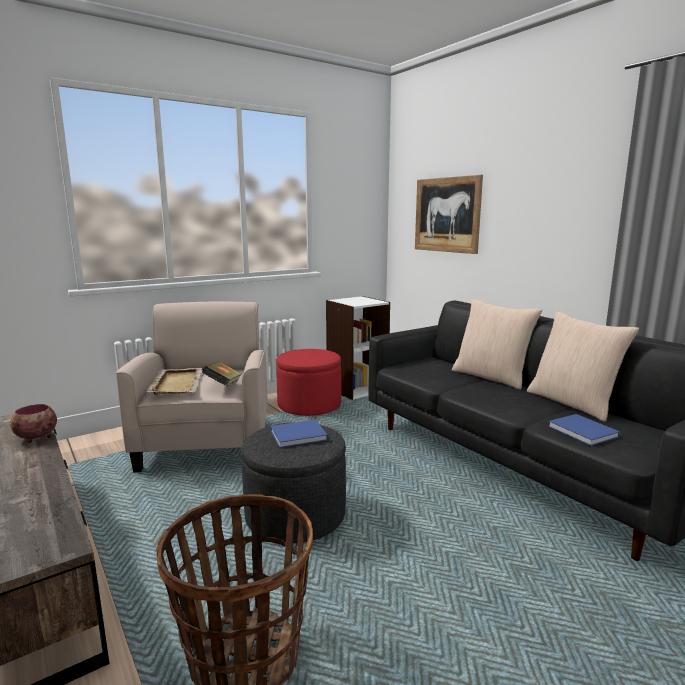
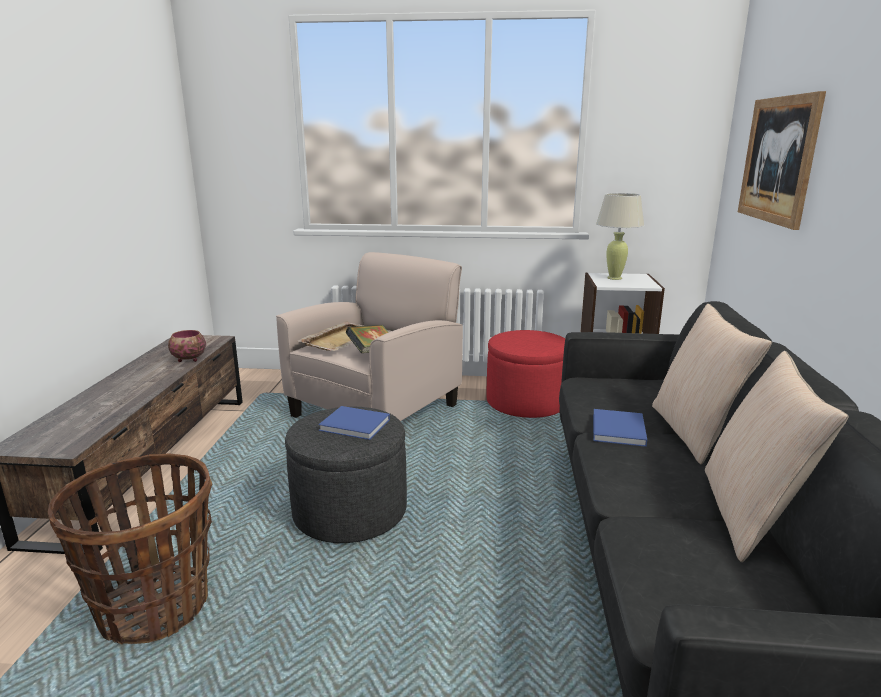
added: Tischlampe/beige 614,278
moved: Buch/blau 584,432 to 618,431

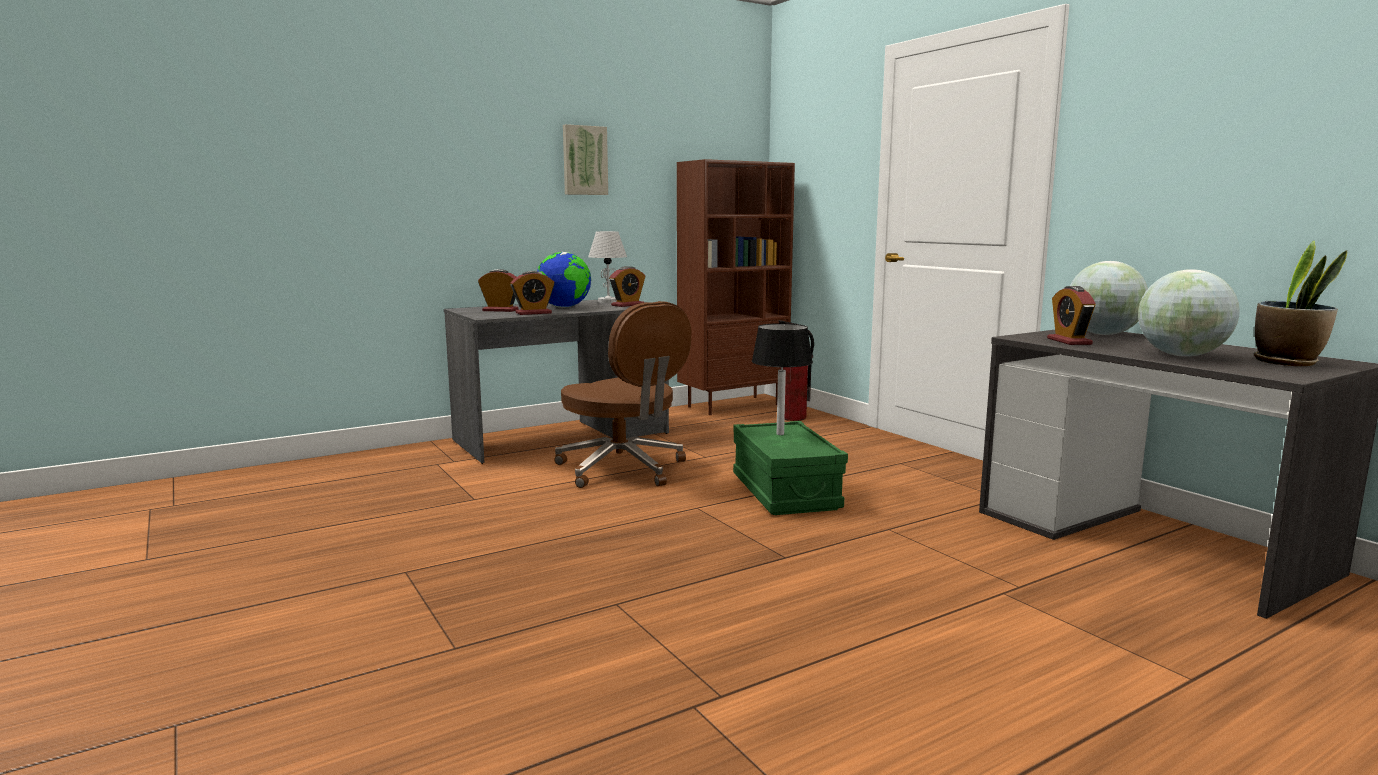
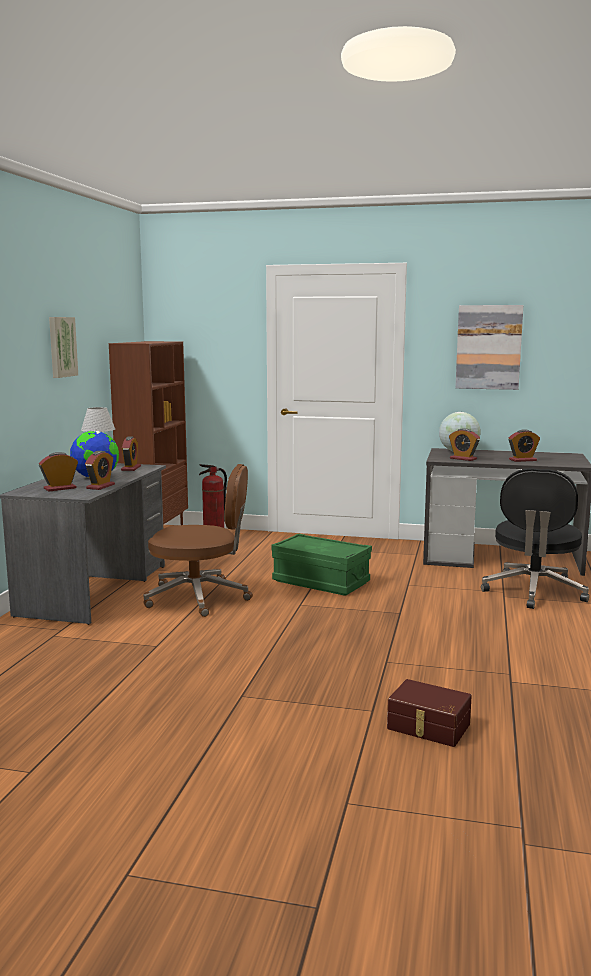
removed: Tischlampe/schwarz 780,434; Topfpflanze 1287,362
added: Aufbewahrungsbox/braun 428,727; Bild 488,347; Bürostuhl/schwarz 533,592
replaced: Globus 1181,355 to Wecker 522,460

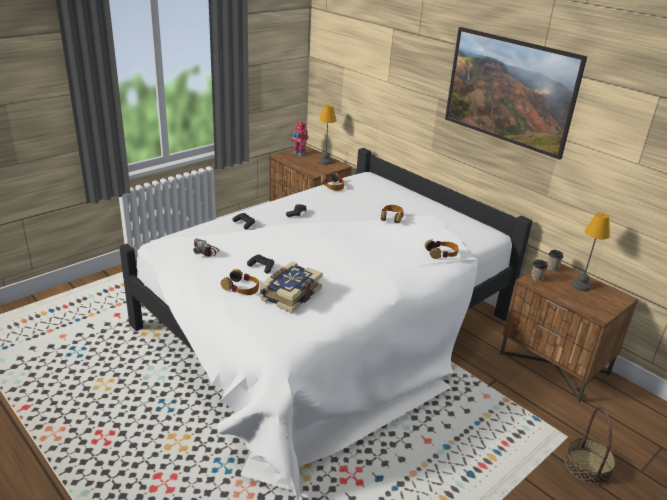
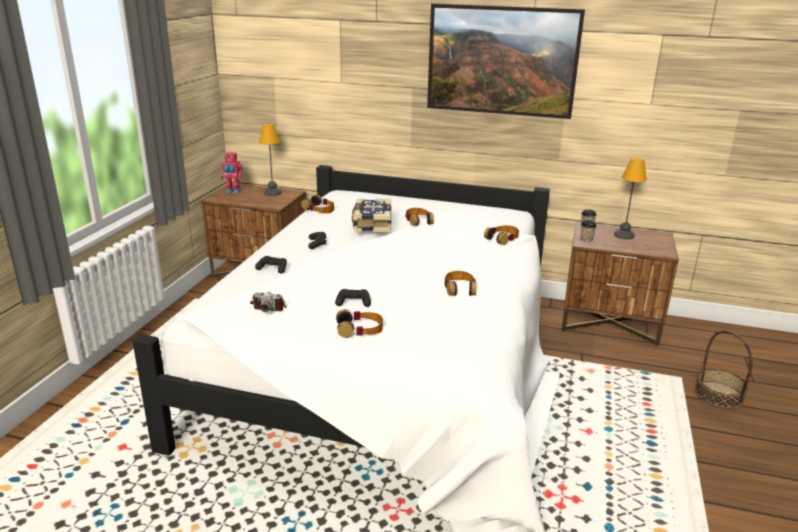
added: Kopfhörer 460,288
moved: Buch 290,294 to 371,224

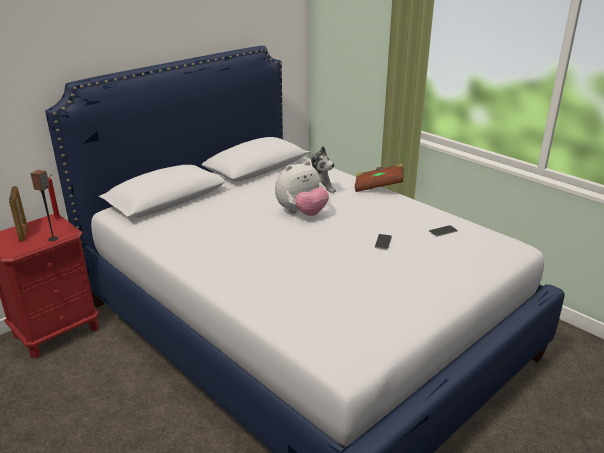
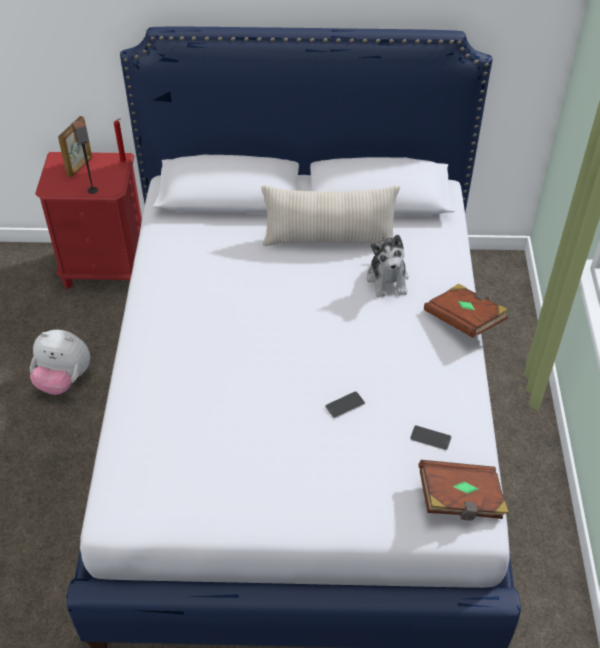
added: Kissen/beige 329,239; Buch/braun 460,500
moved: Plüschtier 301,213 to 64,380

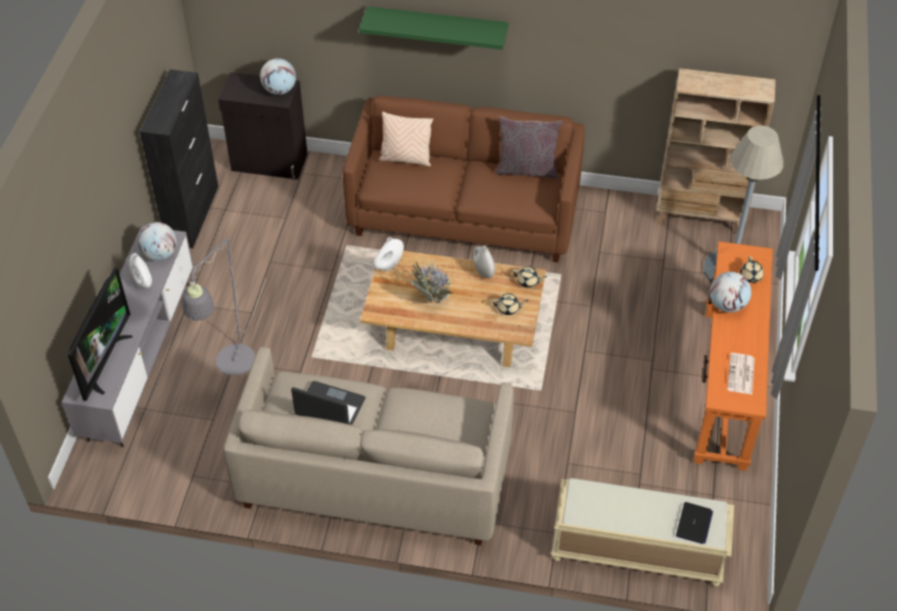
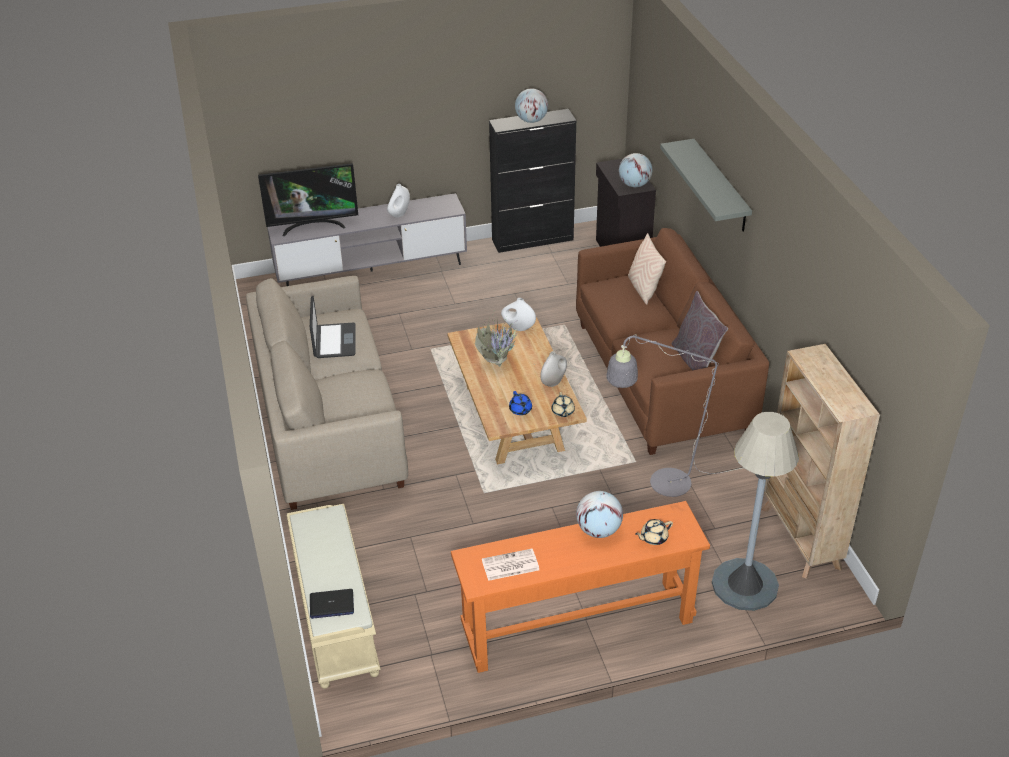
moved: Globus 160,254 to 531,120; Stehlampe/grau 232,368 to 660,484
recoloured: Wandregal/grün 437,26 to Wandregal/grau 720,186; Teekanne/beige 508,308 to Teekanne/blau 520,410

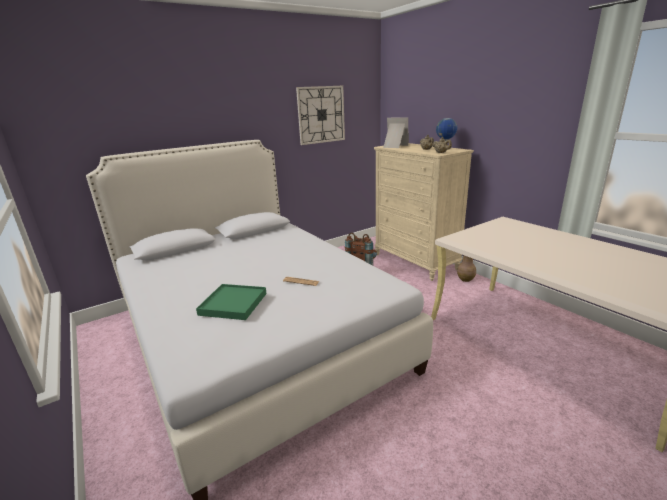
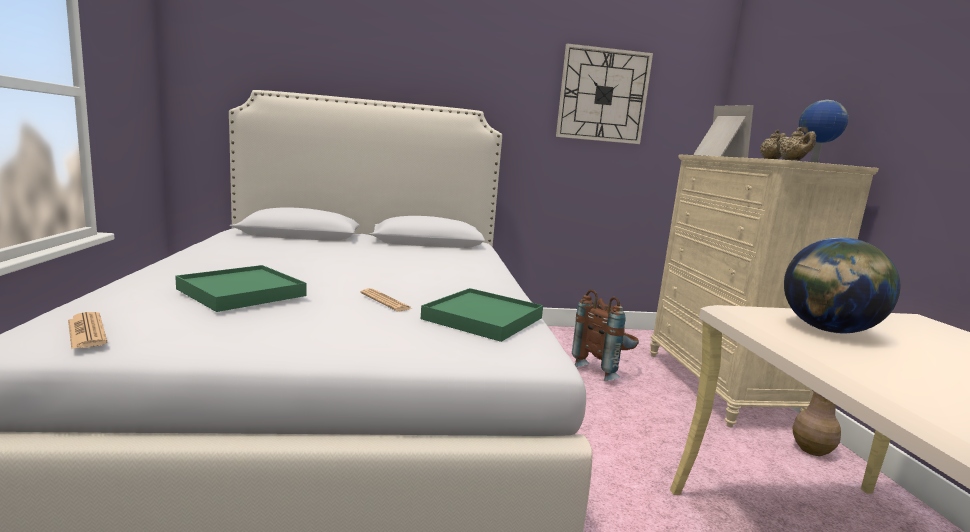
added: Zeitung 86,331; Tablett/grün 483,318; Globus 828,330

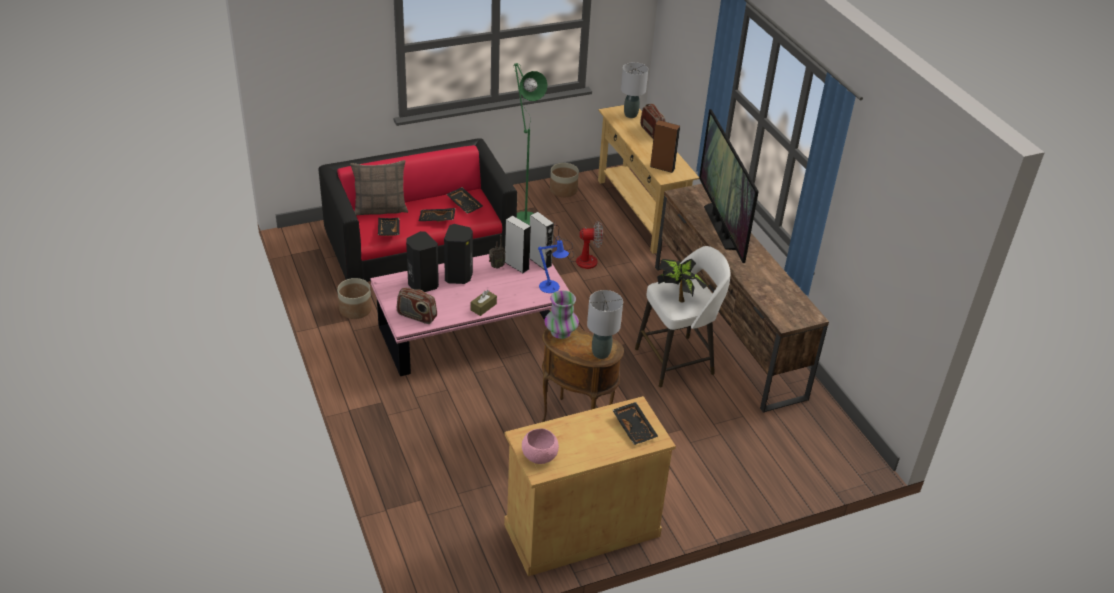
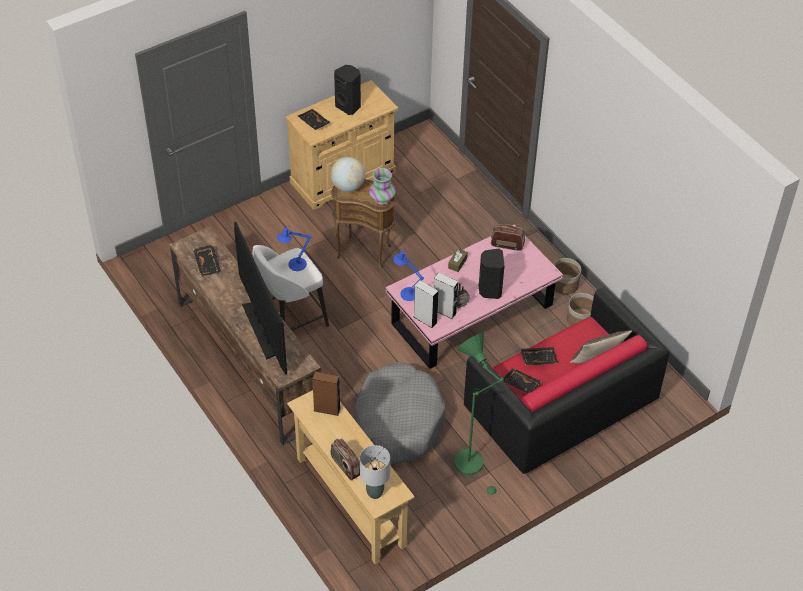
removed: Schüssel/rosa 539,456
moved: Tablett/schwarz 388,230 to 208,263; Lautsprecher/schwarz 422,284 to 348,106; Pflanzkübel 563,190 to 564,284
replaced: Ventilator 581,258 to Hundebett/grau 398,421; Tischlampe/grau 600,353 to Globus 348,186; Topfpflanze 678,296 to Tischlampe/blau 294,265

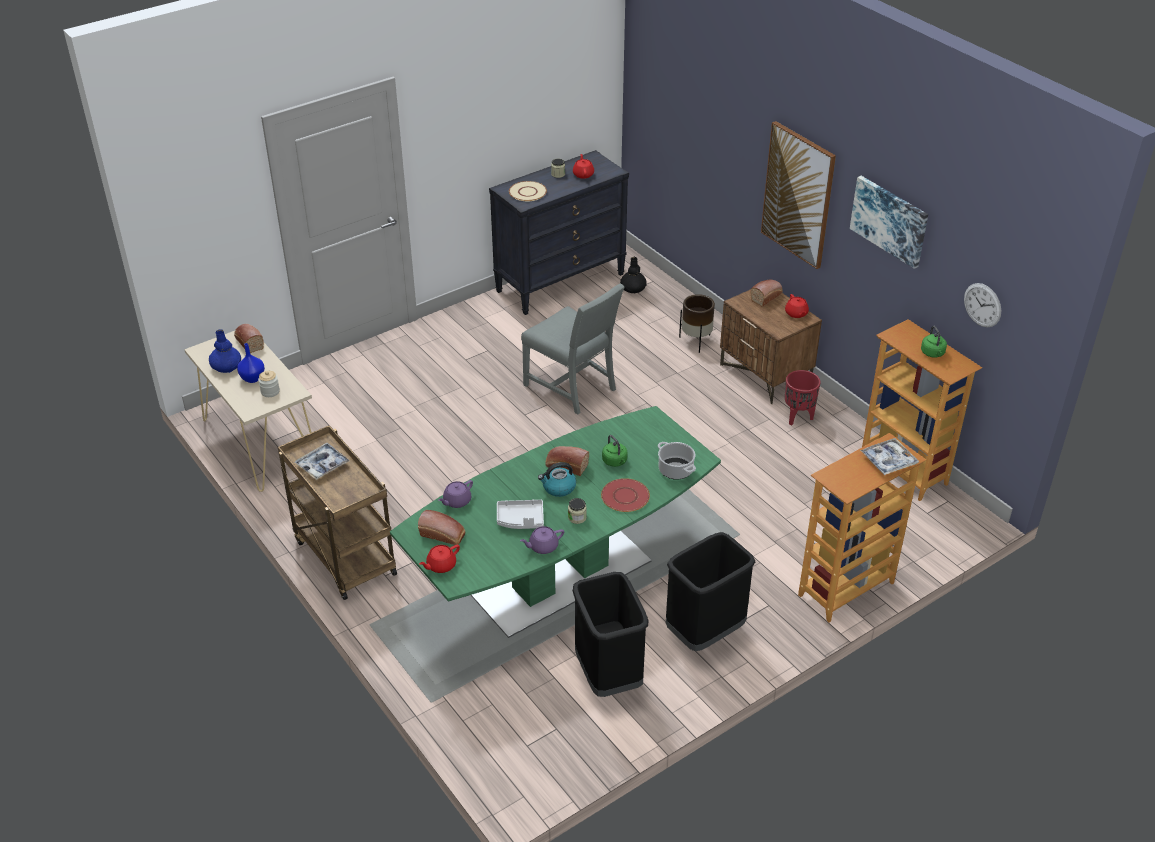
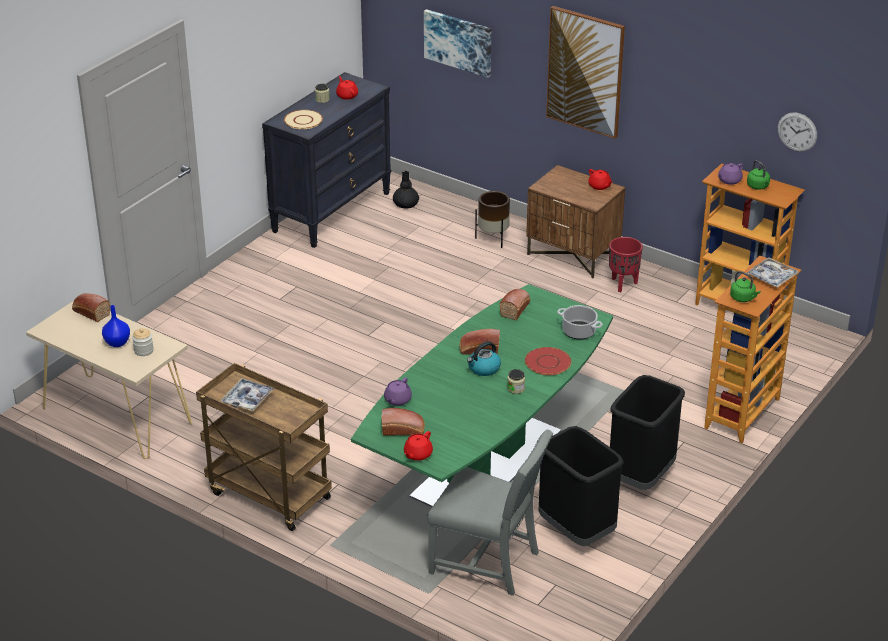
removed: Vase/blau 226,366; Tablett/grau 520,520
moved: Teekanne/lila 543,546 to 729,180; Stuhl/grau 573,387 to 488,562; Wasserkessel/grün 615,462 to 743,298; Brot 767,297 to 515,309; Bild 890,220 to 458,42

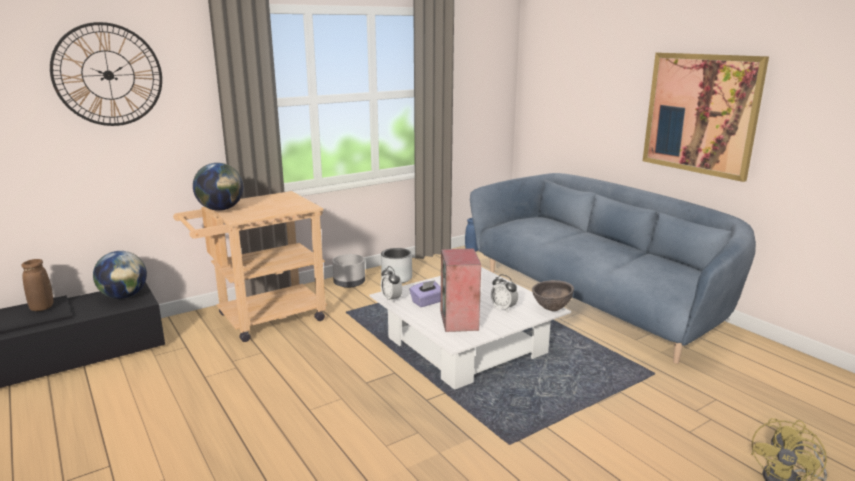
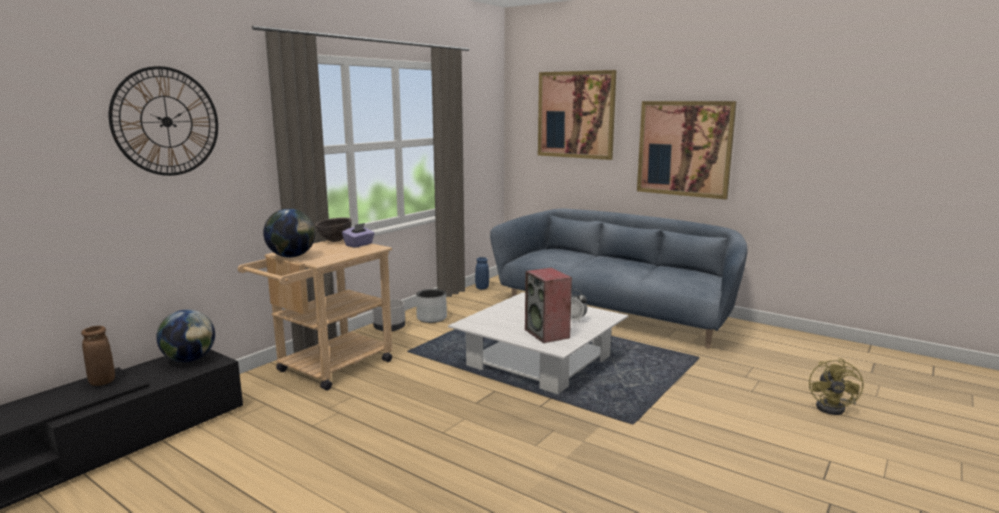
removed: Wecker 391,299
added: Bild 576,115
moved: Taschentuchbox/lila 427,302 to 359,245; Schüssel/braun 551,309 to 334,241

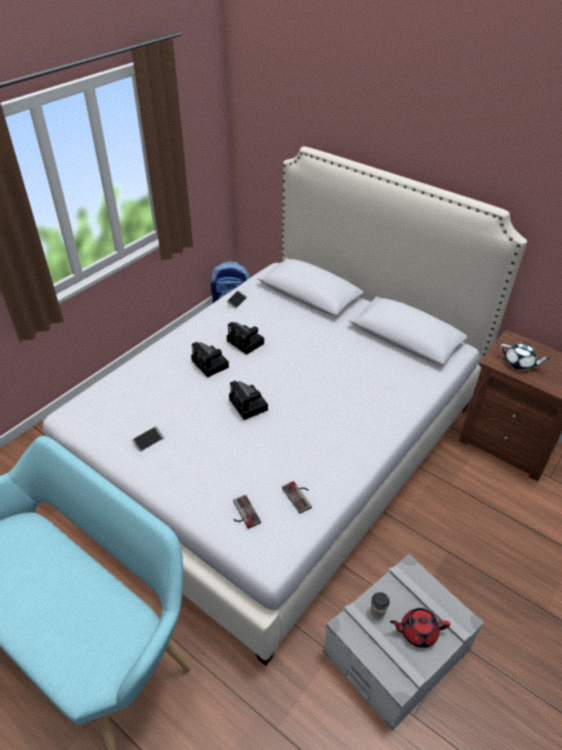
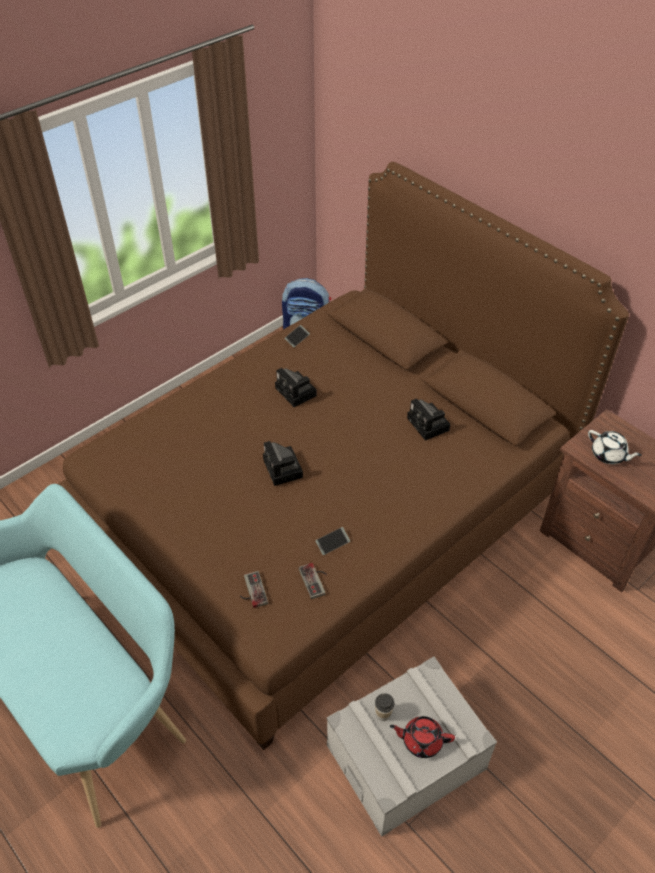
moved: Handy 148,441 to 332,543; Kamera 211,365 to 429,425
recoloured: Bett/weiß 279,447 to Bett/braun 327,513

